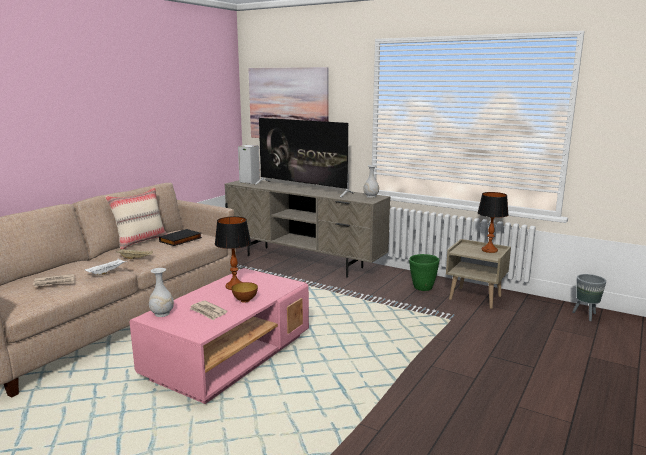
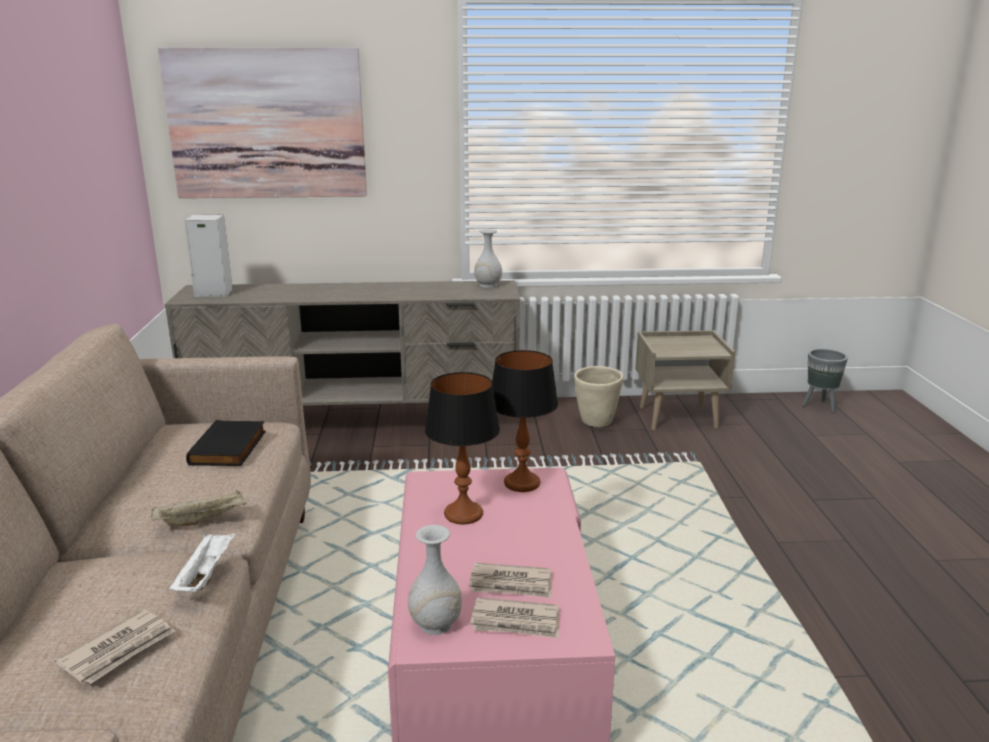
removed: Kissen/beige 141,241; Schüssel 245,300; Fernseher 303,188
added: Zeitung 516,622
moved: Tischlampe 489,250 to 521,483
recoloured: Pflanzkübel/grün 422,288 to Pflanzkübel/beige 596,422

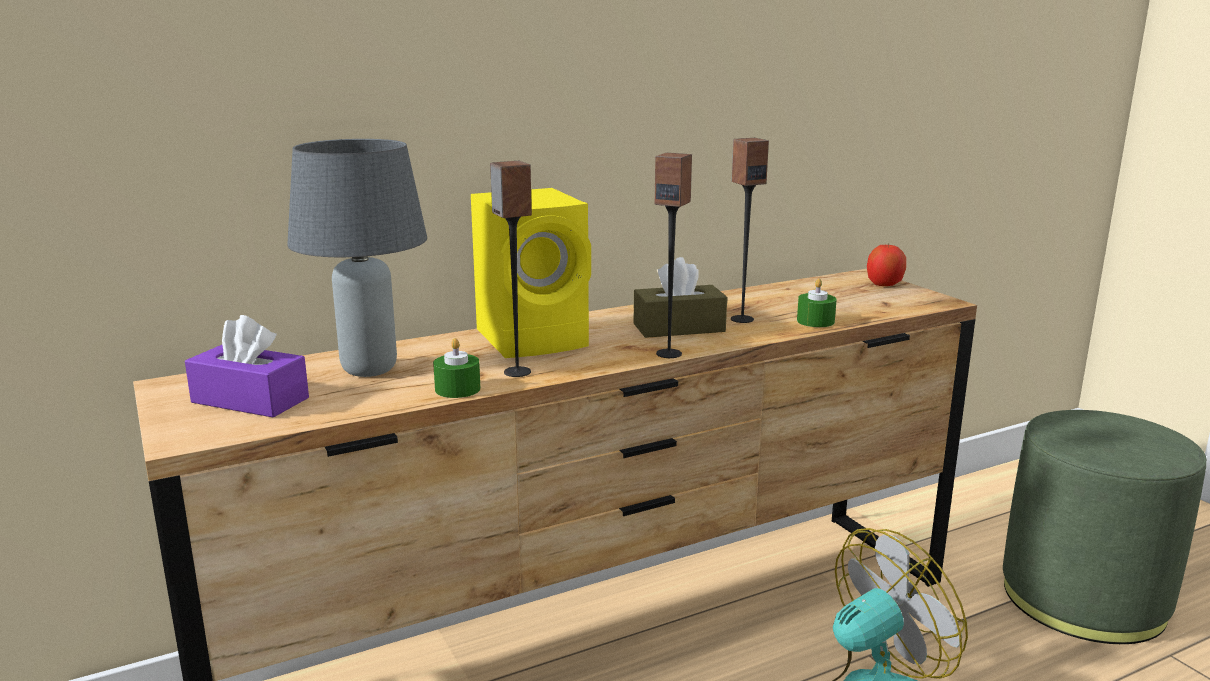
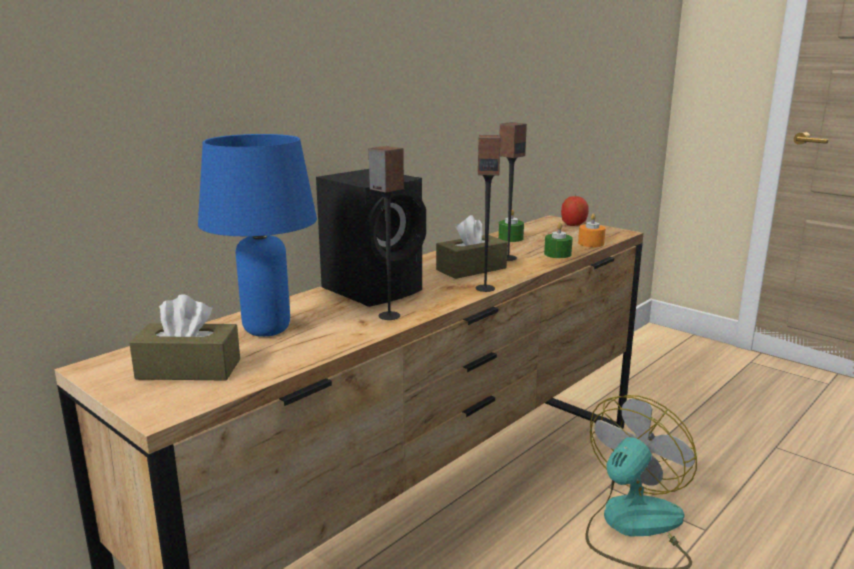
removed: Polsterhocker/grün 1083,597
added: Kerze/orange 591,243
moved: Kerze/grün 457,389 to 510,238
recoloured: Taschentuchbox/lila 250,400 to Taschentuchbox/braun 189,369; Tischlampe/grau 369,370 to Tischlampe/blau 267,330; Lautsprecher/gelb 536,338 to Lautsprecher/schwarz 375,289

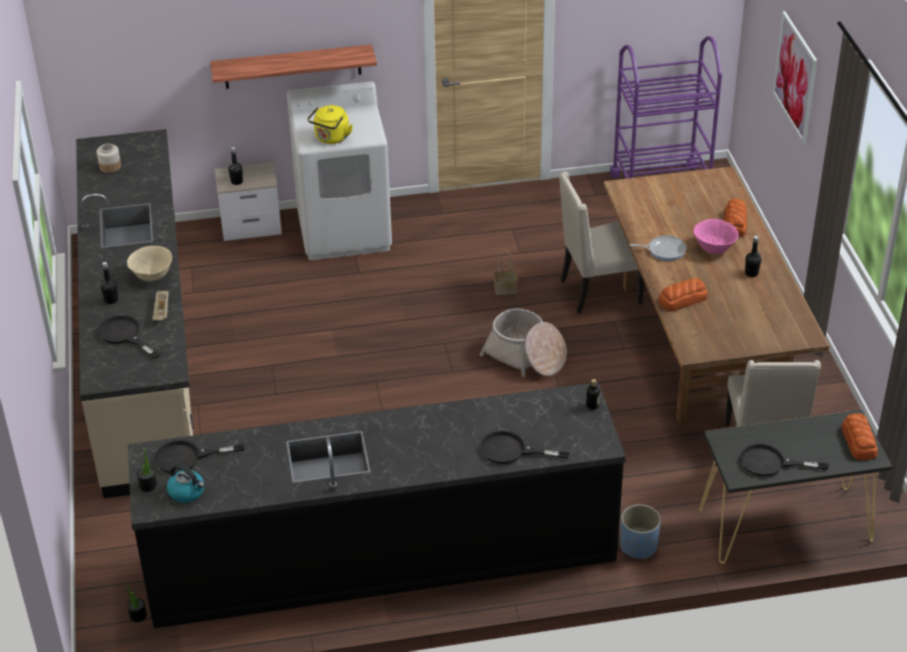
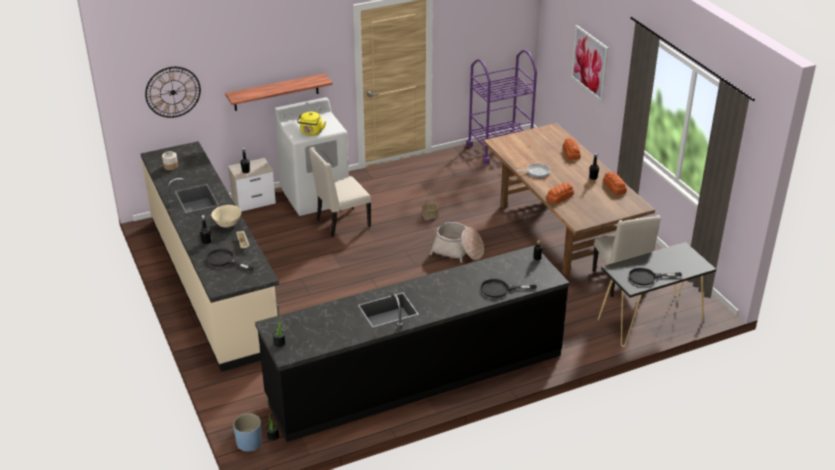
removed: Pfanne/schwarz 187,458; Wasserkessel 187,492; Schüssel/rosa 714,249
added: Wanduhr 173,92
moved: Stuhl/beige 598,292 to 341,223; Pflanzkübel/blau 638,546 to 249,443; Brot 858,442 to 614,187

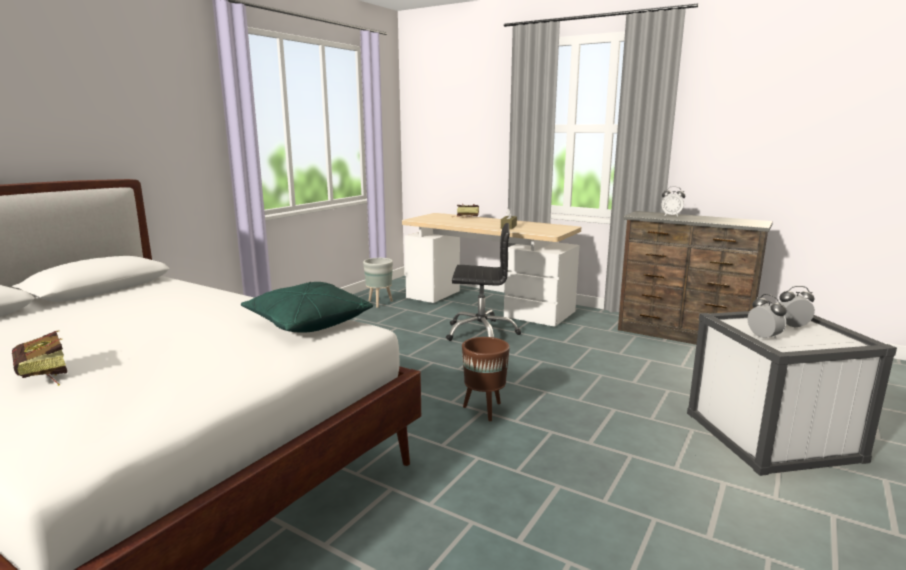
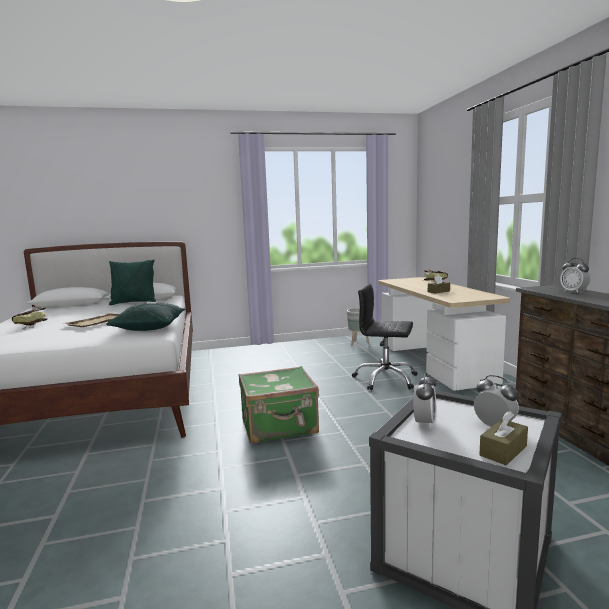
added: Tablett/beige 97,321; Kissen/grün 134,302; Taschentuchbox/braun 503,451
replaced: Pflanzkübel/braun 484,410 to Koffer/grün 279,426
turned: Bürostuhl/schwarz 481,333 = 385,379 150 degrees clockwise

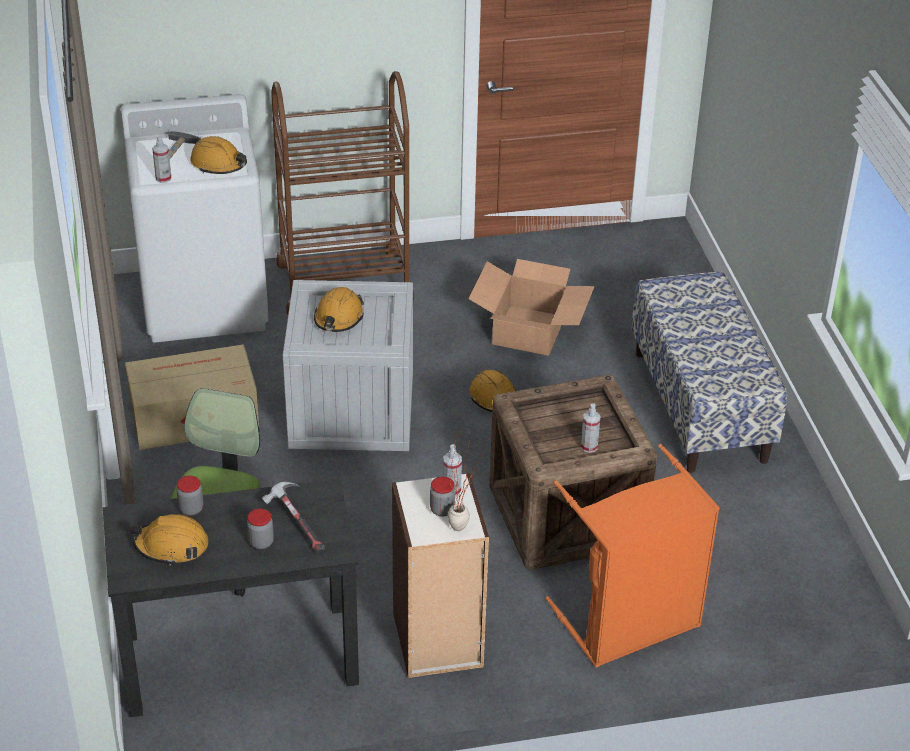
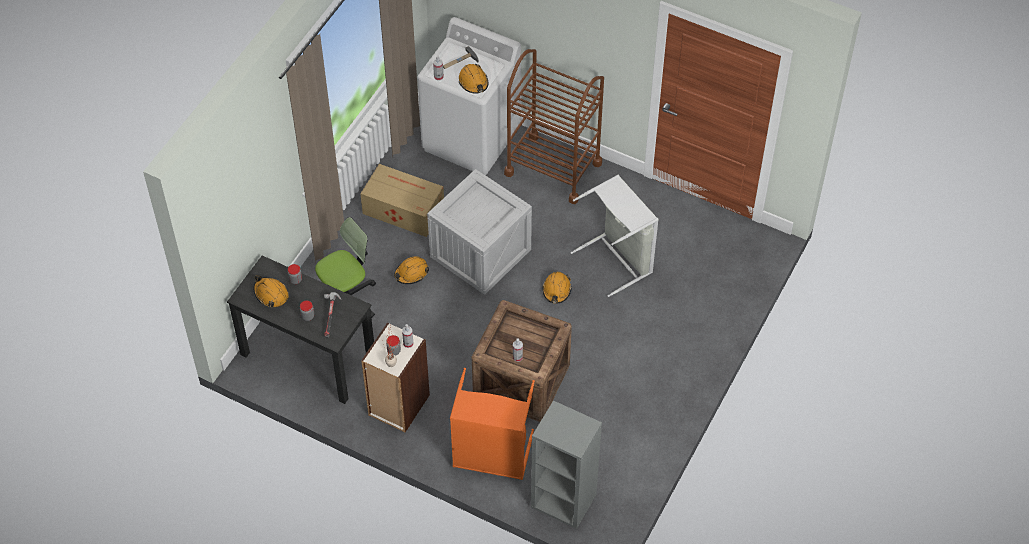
removed: Bank 700,406
added: Bücherregal/grau 562,501
moved: Schutzhelm/orange 338,318 to 411,273
replaced: Karton 529,330 to Wäschekorb/grau 618,259

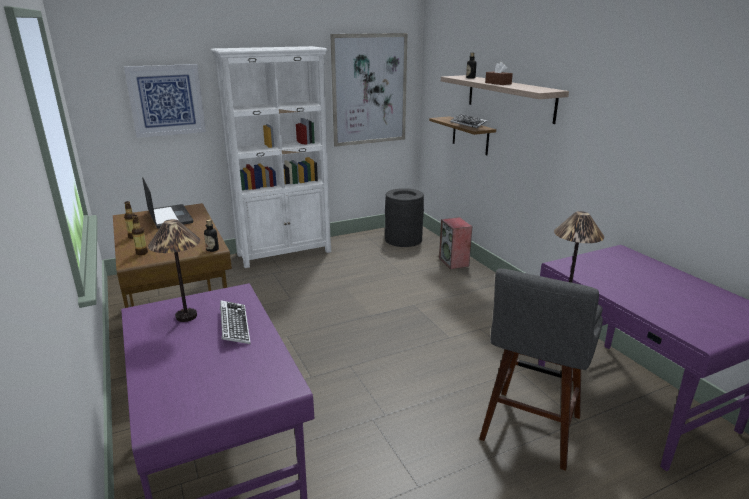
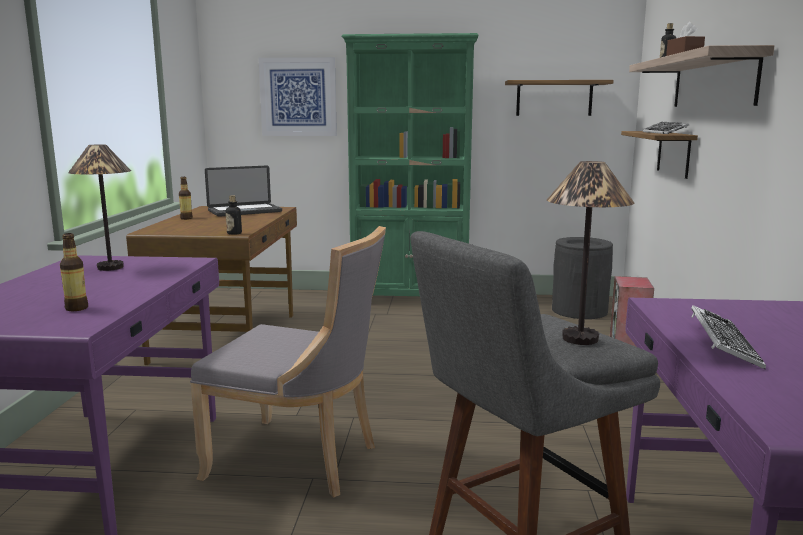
added: Stuhl/grau 300,460
moved: Flasche 142,253 to 77,308; Tastatur 234,326 to 722,343
replaced: Bild 369,90 to Wandregal 554,98
recoloured: Bücherregal/weiß 285,253 to Bücherregal/grün 411,299
turned: Laptop 170,217 = 245,211 60 degrees clockwise

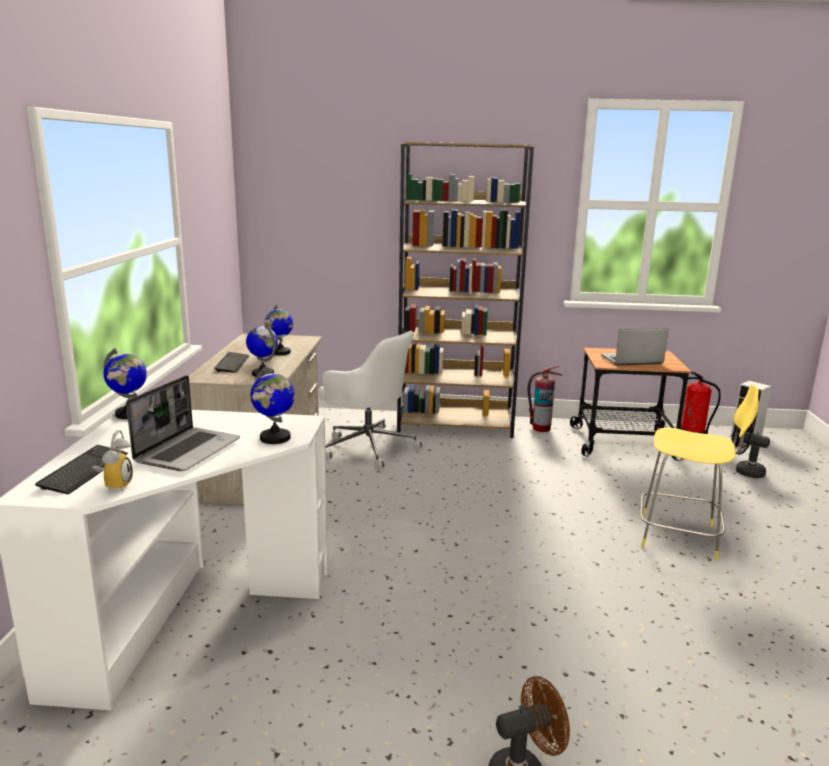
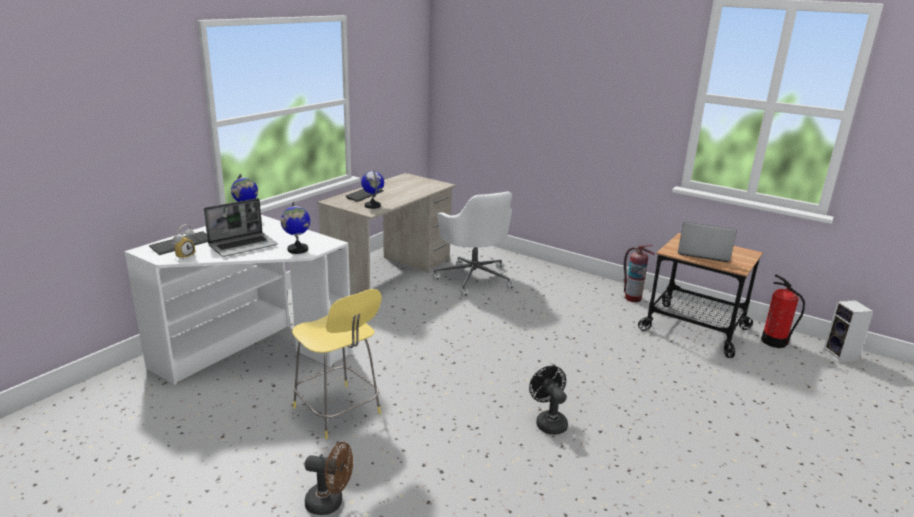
removed: Globus 280,352; Bücherregal/braun 456,424
moved: Hocker/gelb 682,537 to 338,412; Ventilator/schwarz 744,471 to 548,422

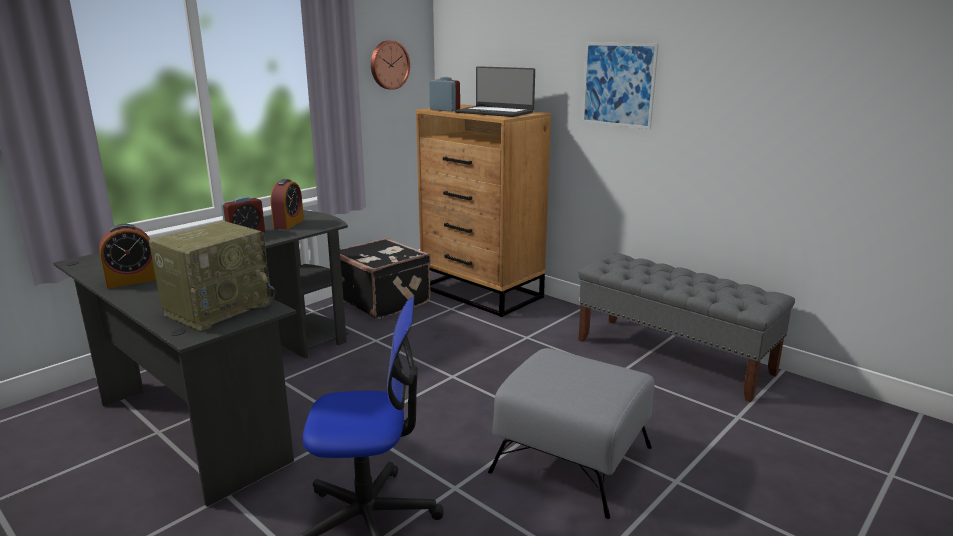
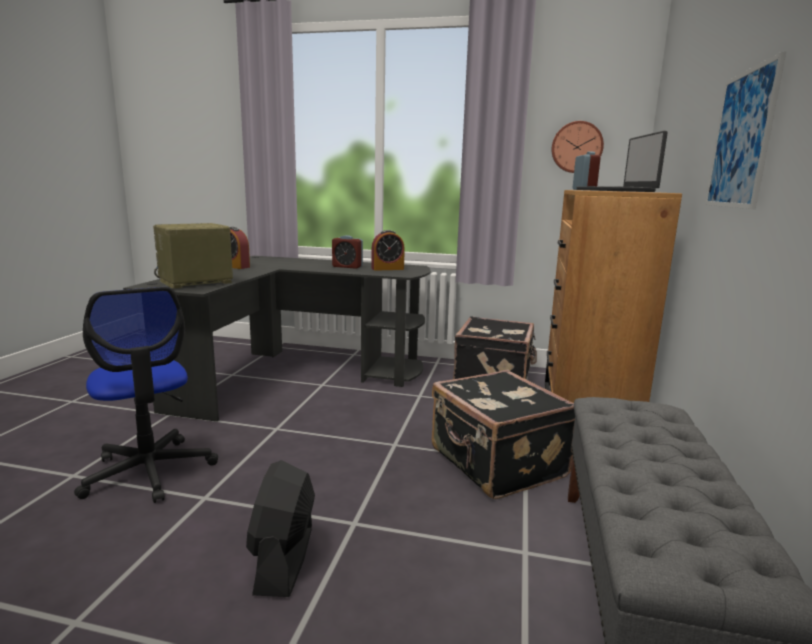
added: Koffer/schwarz 496,464
replaced: Polsterhocker/grau 573,460 to Ventilator/schwarz 284,559
turned: Radio 219,308 = 195,282 135 degrees clockwise

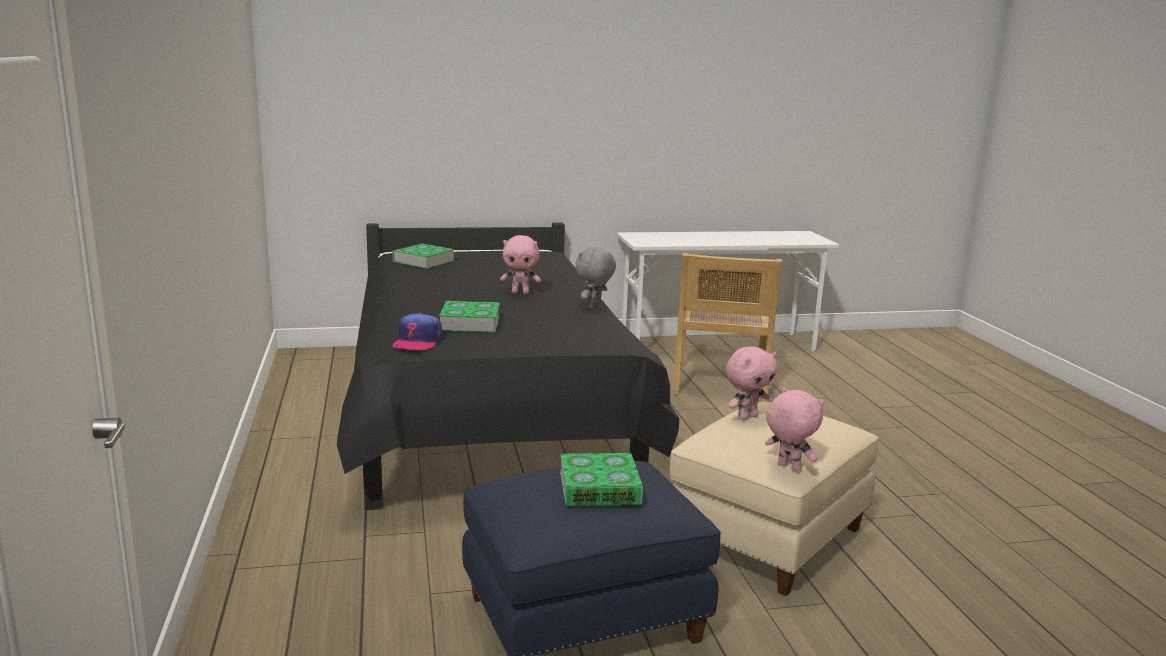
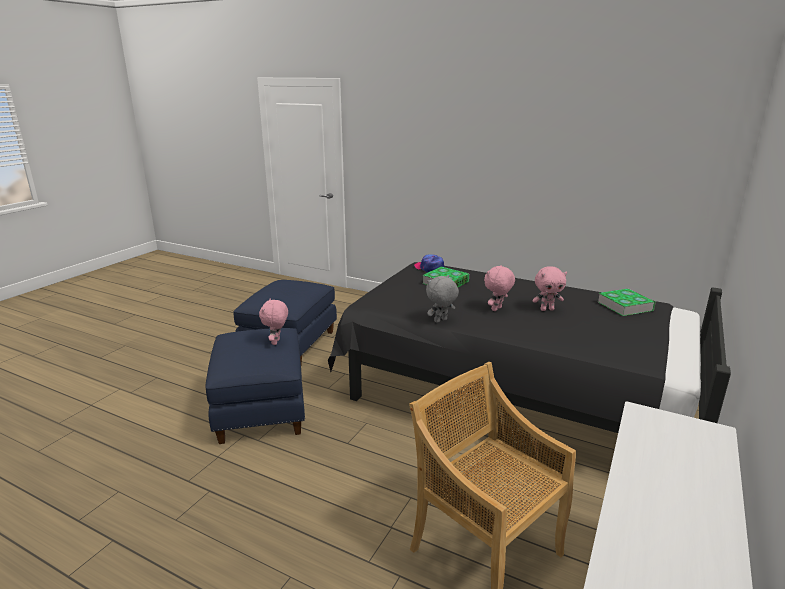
removed: Buch 599,487
moved: Plüschtier/rosa 788,467 to 547,309
recoloured: Polsterhocker/beige 766,537 to Polsterhocker/blau 262,409
turned: Plüschtier/grau 594,306 = 441,321 105 degrees counterclockwise

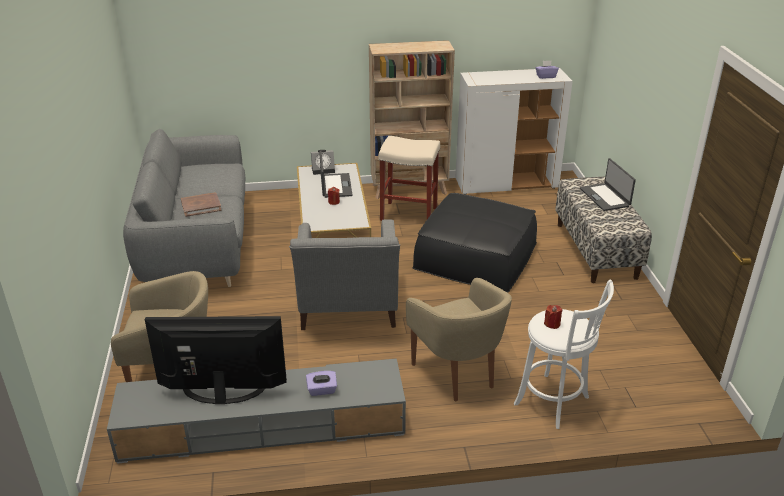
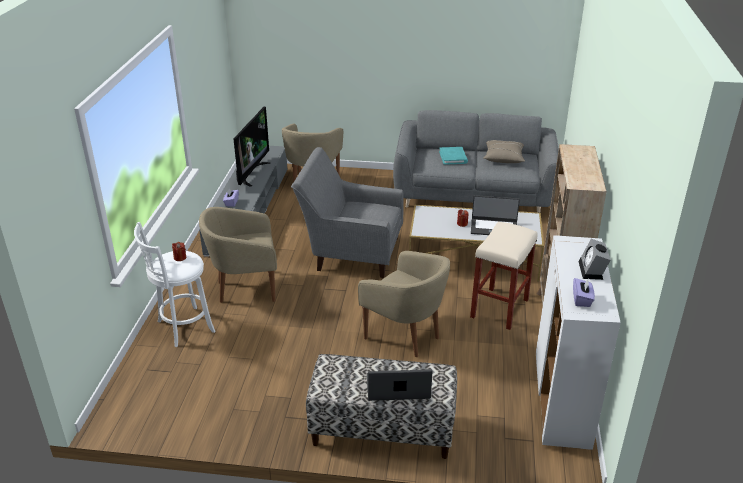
added: Kissen/beige 503,158
moved: Wecker 324,169 to 592,271
replaced: Polsterhocker/schwarz 476,255 to Sessel/beige 405,336
recoloured: Buch/braun 201,206 to Buch/türkis 453,157

